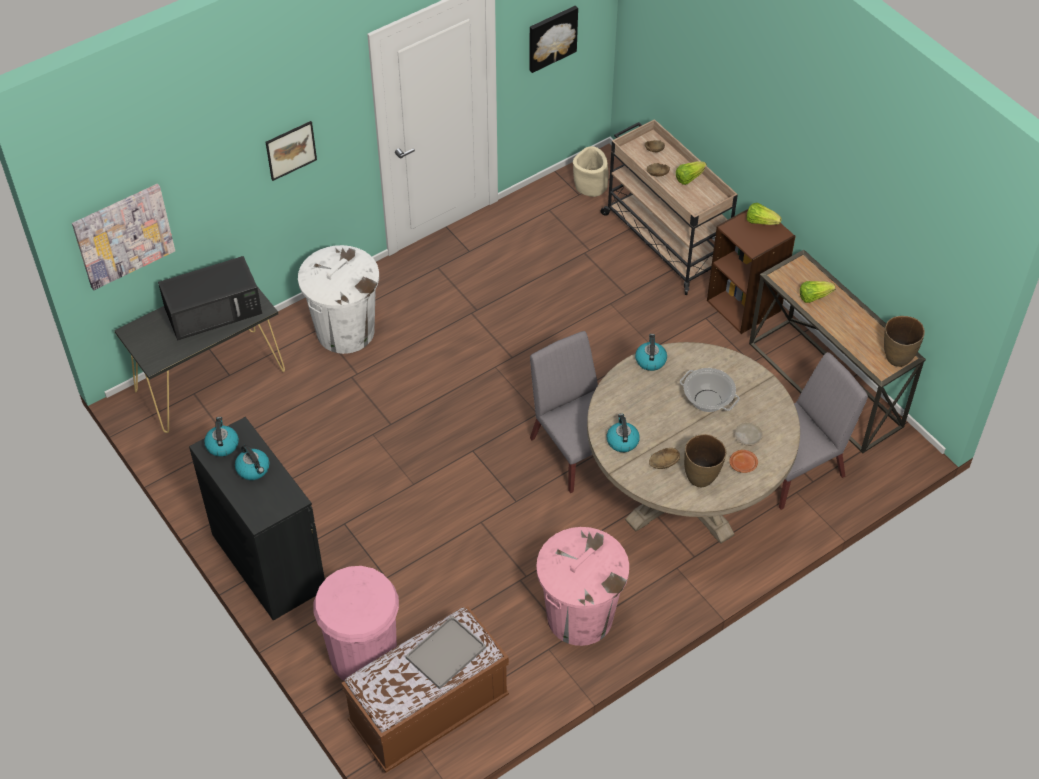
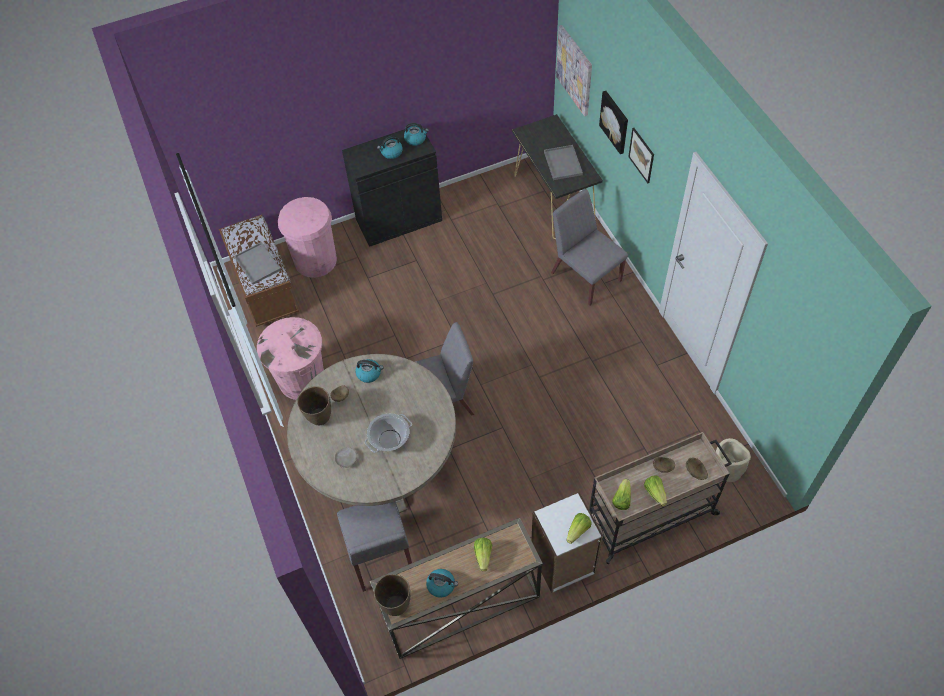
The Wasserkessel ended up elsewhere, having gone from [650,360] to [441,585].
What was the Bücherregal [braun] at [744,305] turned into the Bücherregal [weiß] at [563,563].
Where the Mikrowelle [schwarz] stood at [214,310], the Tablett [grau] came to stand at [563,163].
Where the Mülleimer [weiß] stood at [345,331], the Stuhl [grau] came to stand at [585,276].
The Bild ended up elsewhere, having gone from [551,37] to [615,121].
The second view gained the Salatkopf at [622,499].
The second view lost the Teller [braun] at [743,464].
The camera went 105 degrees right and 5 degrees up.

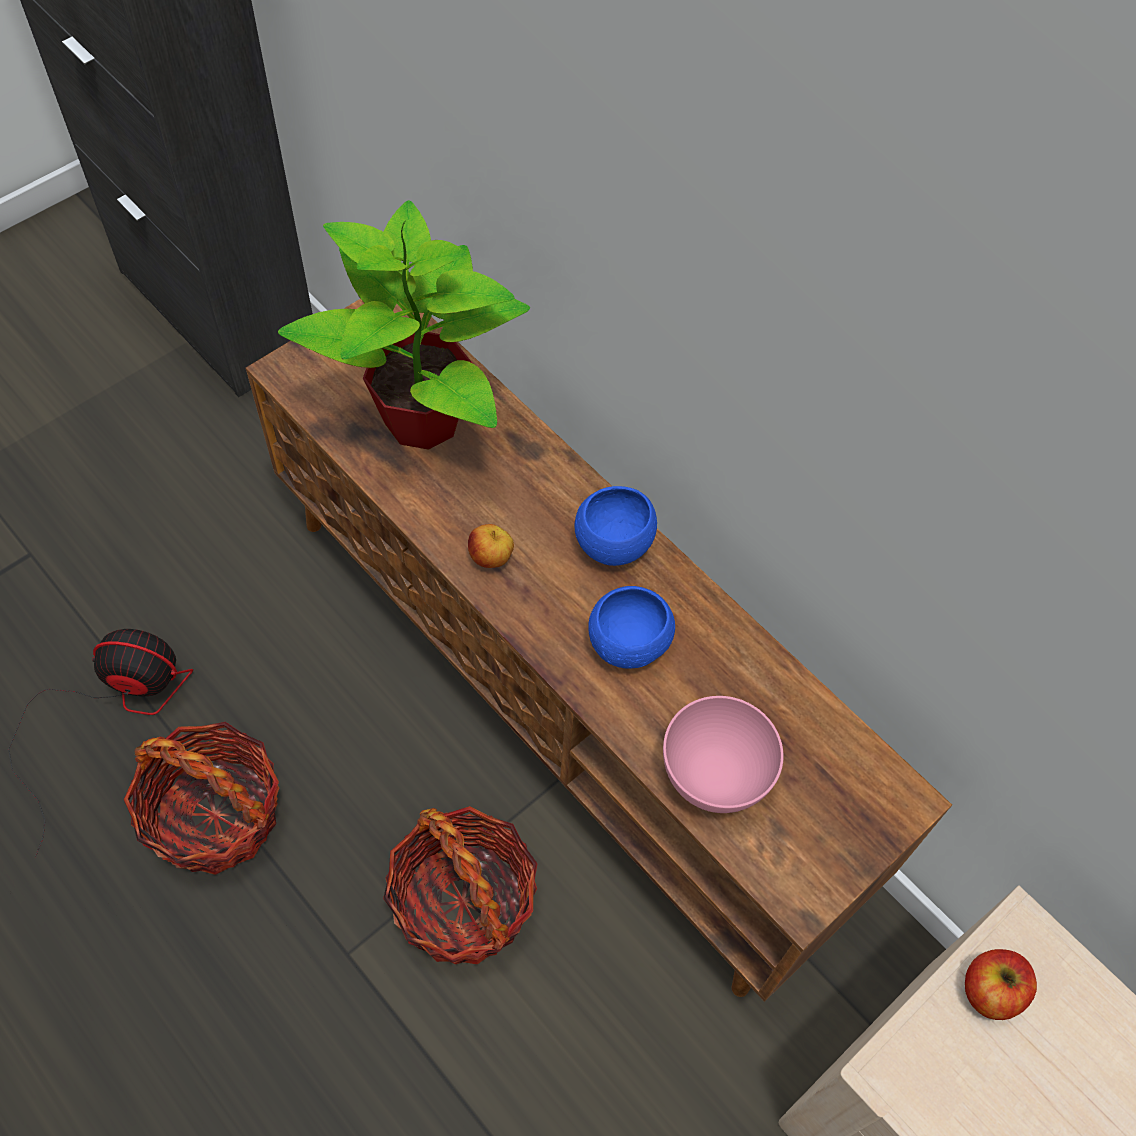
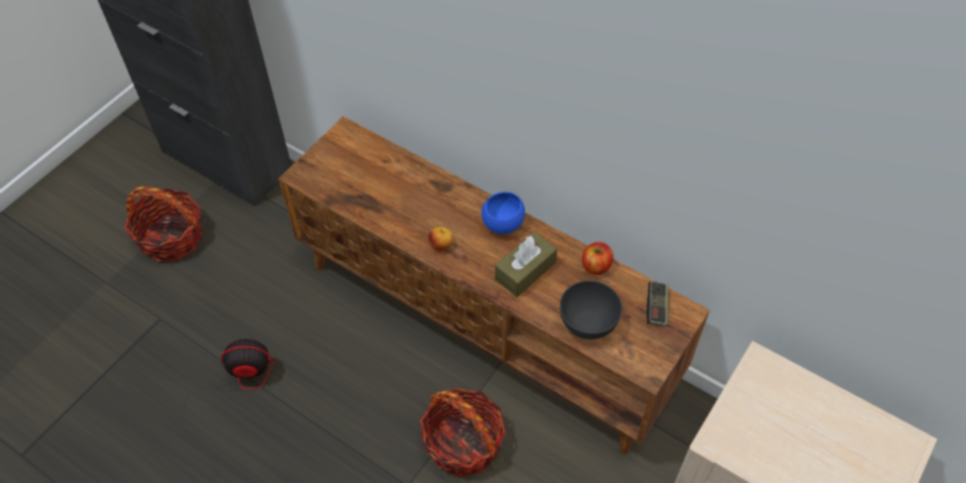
The Korb ended up elsewhere, having gone from [215,814] to [171,237].
Where the Schüssel [blau] stood at [628,643], the Taschentuchbox [braun] came to stand at [525,271].
What was the Schüssel [rosa] at [715,775] turned into the Schüssel [grau] at [588,324].
The Apfel ended up elsewhere, having gone from [990,990] to [595,266].
The second view gained the Gamepad at [656,308].
The second view lost the Topfpflanze at [425,419].
The camera went 10 degrees left and 5 degrees down.

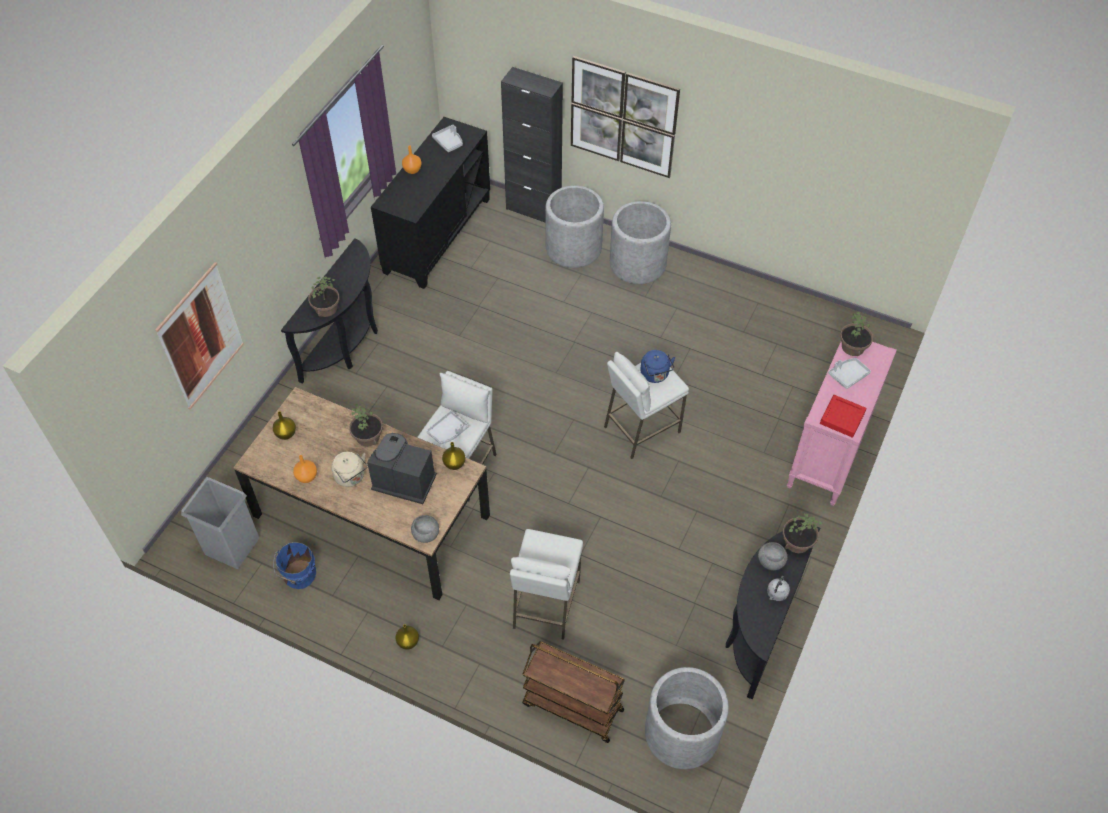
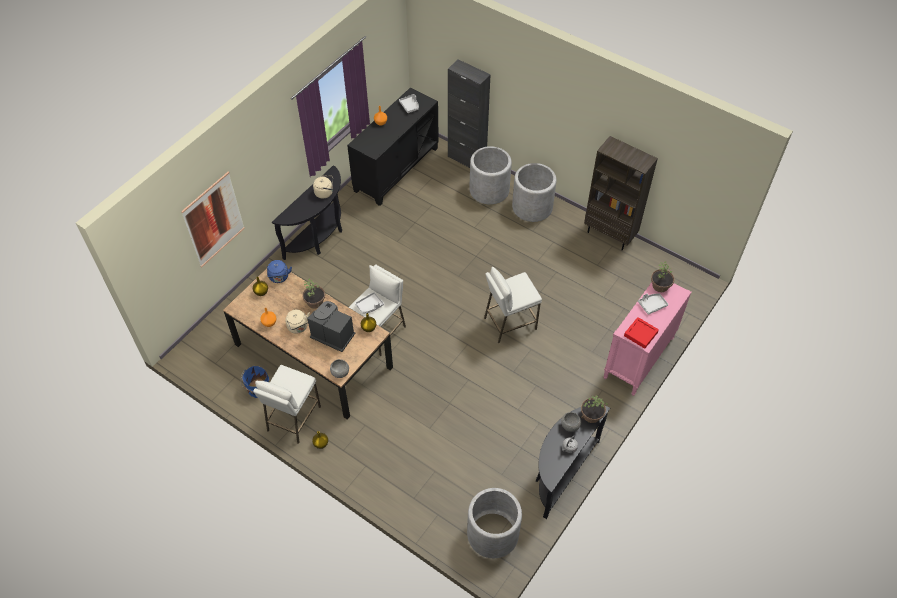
The Hocker [weiß] ended up elsewhere, having gone from [545,604] to [293,419].
The Wasserkessel [blau] ended up elsewhere, having gone from [655,375] to [279,278].
The second view gained the Wasserkessel [beige] at [325,192].
The second view gained the Bücherregal [braun] at [610,235].
The second view lost the Mülleimer [grau] at [232,545].
The second view lost the Topfpflanze at [326,308].
The second view lost the Rollwagen [braun] at [572,707].
The second view lost the Bild at [623,117].
The camera went 10 degrees right and 0 degrees up.

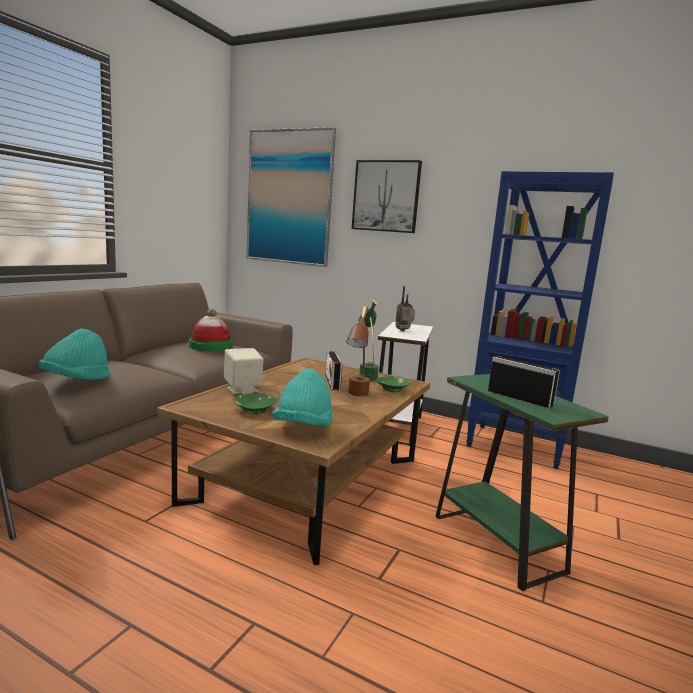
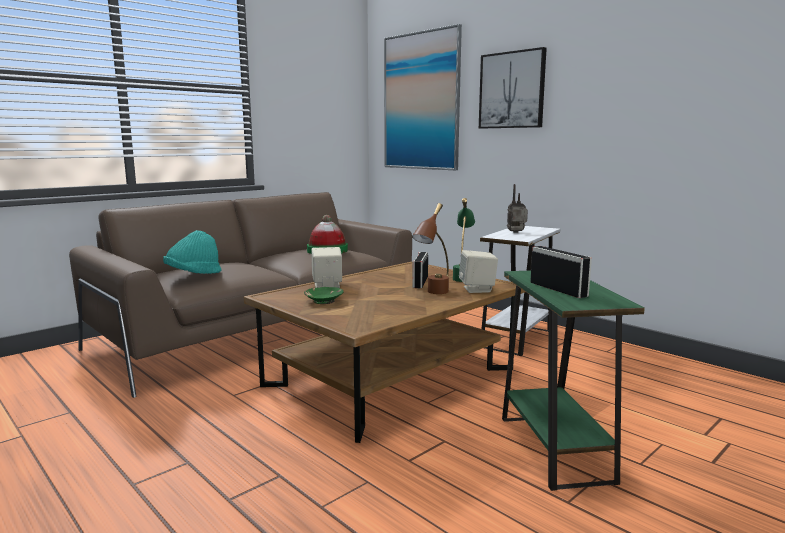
Where the Schüssel [grün] stood at [392,389], the Lautsprecher [beige] came to stand at [477,289].
The second view lost the Hut [türkis] at [303,427].
The second view lost the Bücherregal [blau] at [517,446].
The camera went 20 degrees right and 0 degrees up.

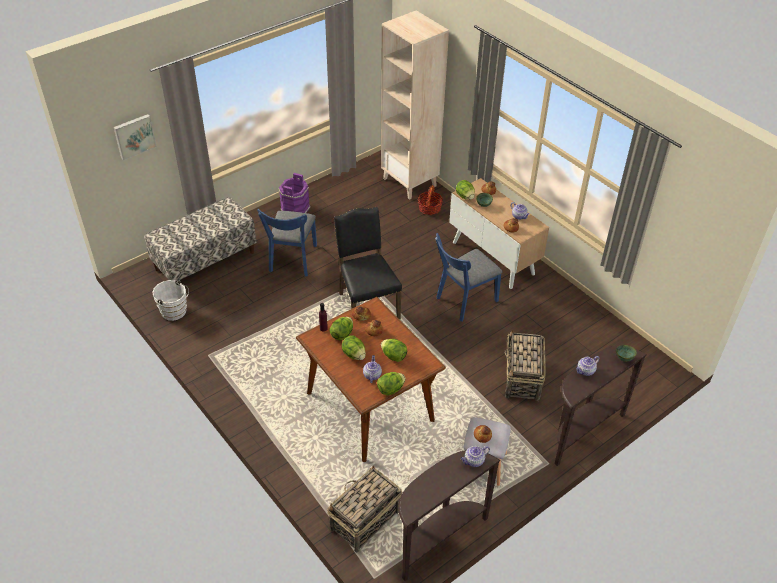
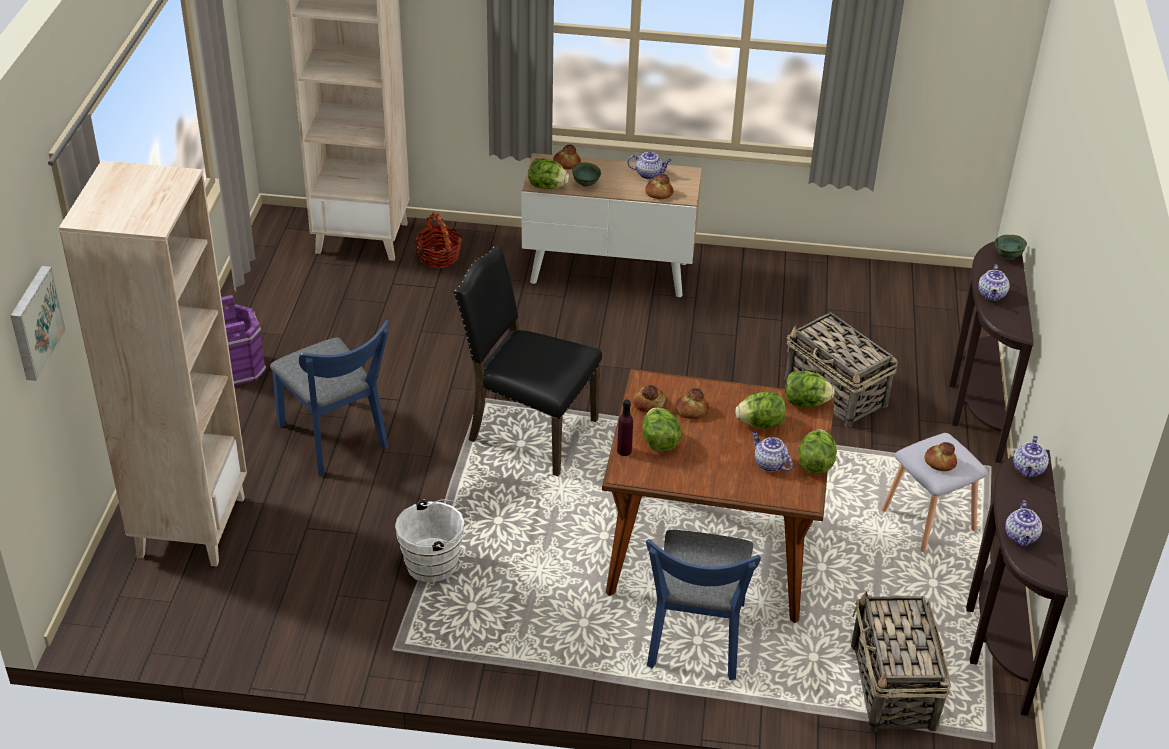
Where the Bank stood at [205,260], the Bücherregal [beige] came to stand at [191,526].
The Eimer [weiß] ended up elsewhere, having gone from [175,312] to [436,564].
The Stuhl [blau] ended up elsewhere, having gone from [463,301] to [695,642].
The Salatkopf ended up elsewhere, having gone from [354,354] to [805,402].
The second view gained the Teekanne at [1021,537].
The camera went 45 degrees left and 5 degrees down.

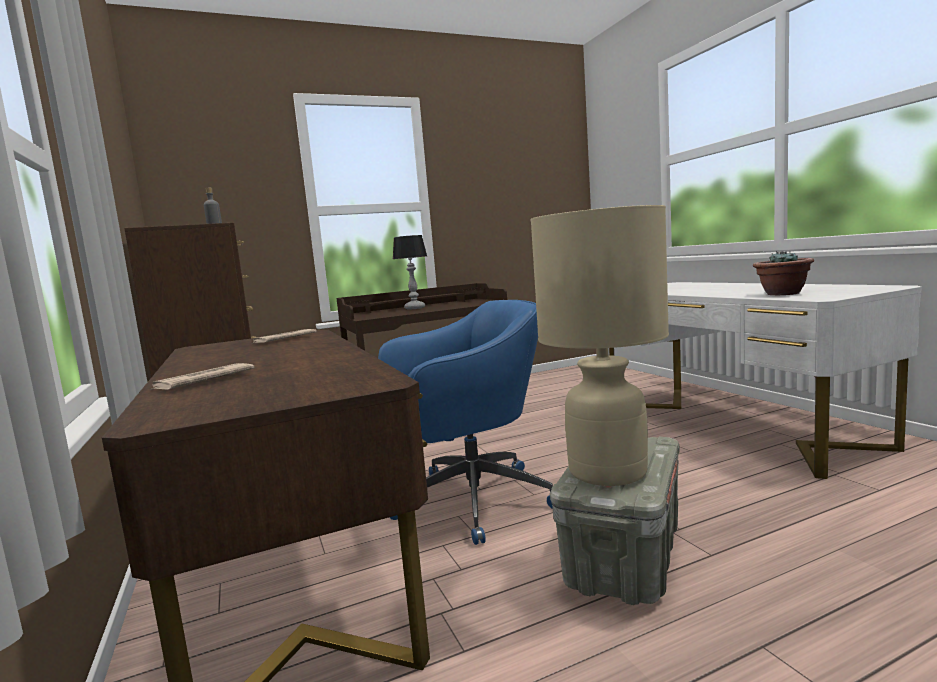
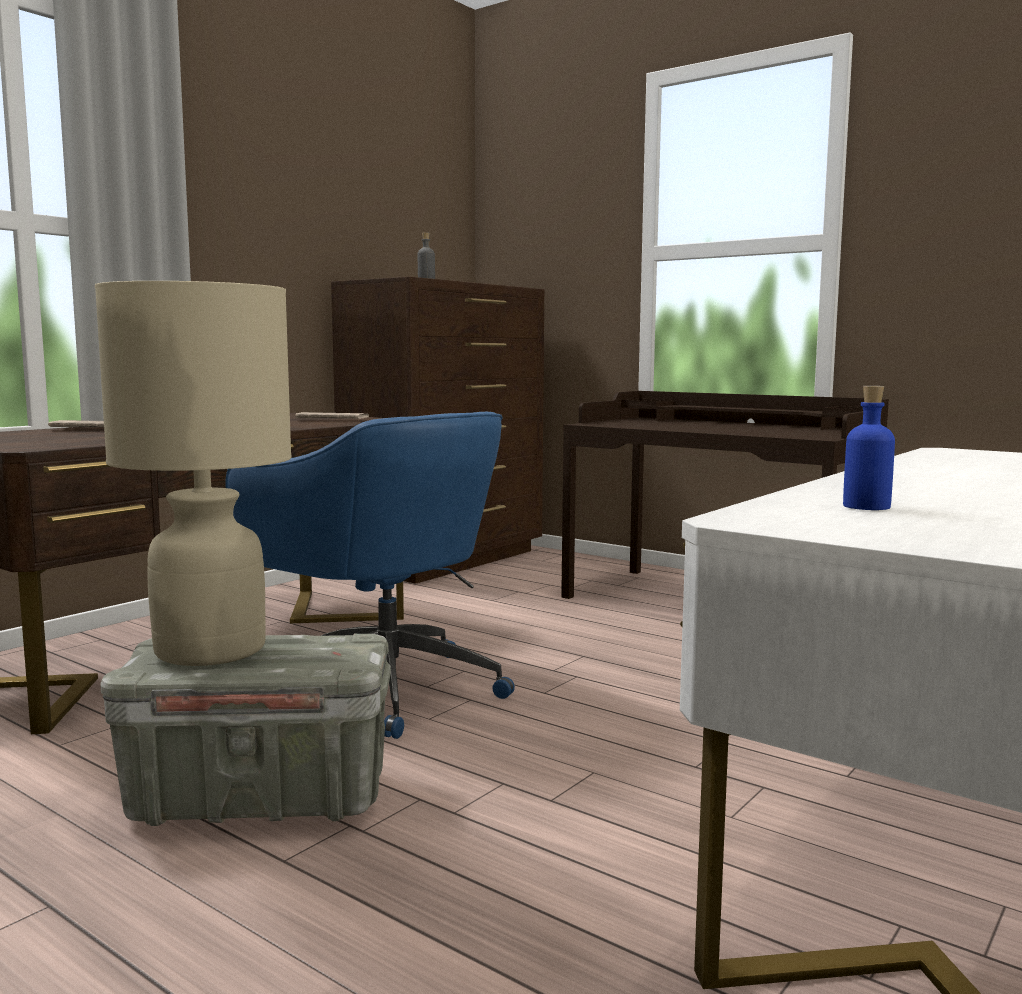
Where the Topfpflanze stood at [782,294], the Flasche [blau] came to stand at [866,506].
The second view lost the Tischlampe at [415,308].
The camera went 60 degrees right and 0 degrees up.

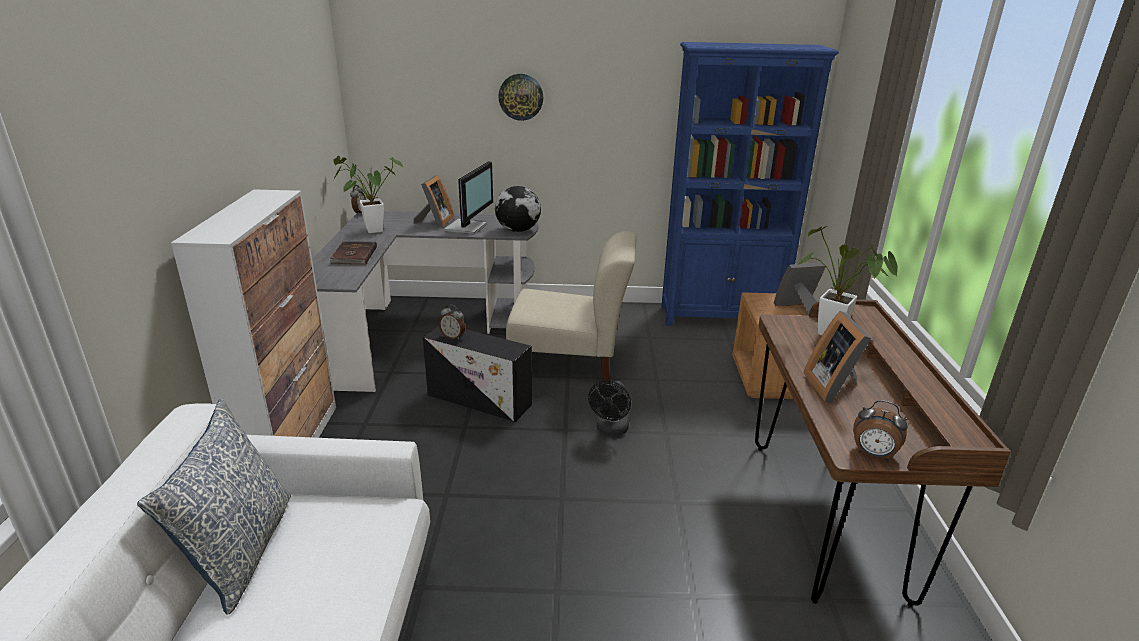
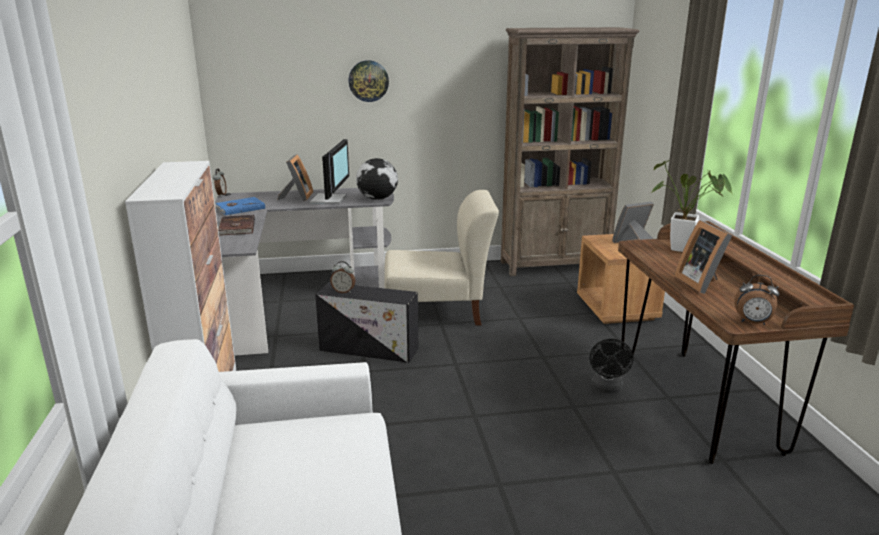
Where the Topfpflanze stood at [369,231], the Buch [blau] came to stand at [240,208].
What was the Bücherregal [blau] at [721,316] turned into the Bücherregal [braun] at [555,265].
The Ventilator [schwarz] ended up elsewhere, having gone from [610,430] to [607,389].
The second view lost the Kissen at [240,551].
The camera went 10 degrees left and 5 degrees down.

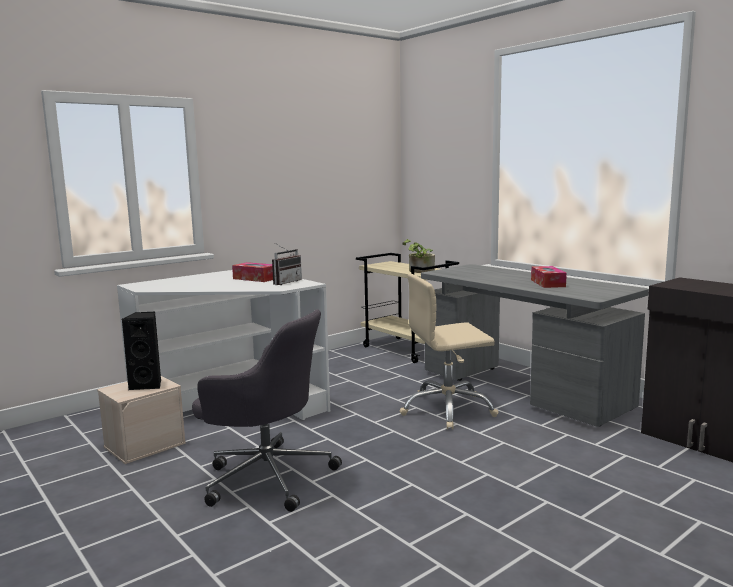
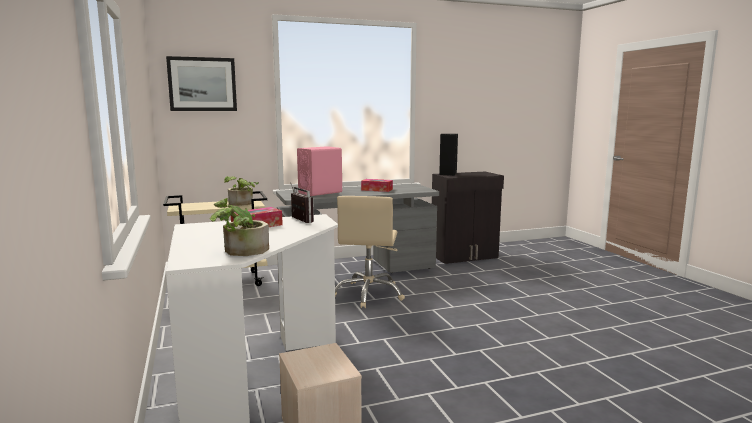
The second view gained the Bild at [202,84].
The second view gained the Topfpflanze at [241,251].
The second view gained the Lautsprecher [rosa] at [320,192].
The Lautsprecher [schwarz] ended up elsewhere, having gone from [148,385] to [448,174].
The second view lost the Bürostuhl [grau] at [266,476].
The camera went 70 degrees left and 0 degrees up.

